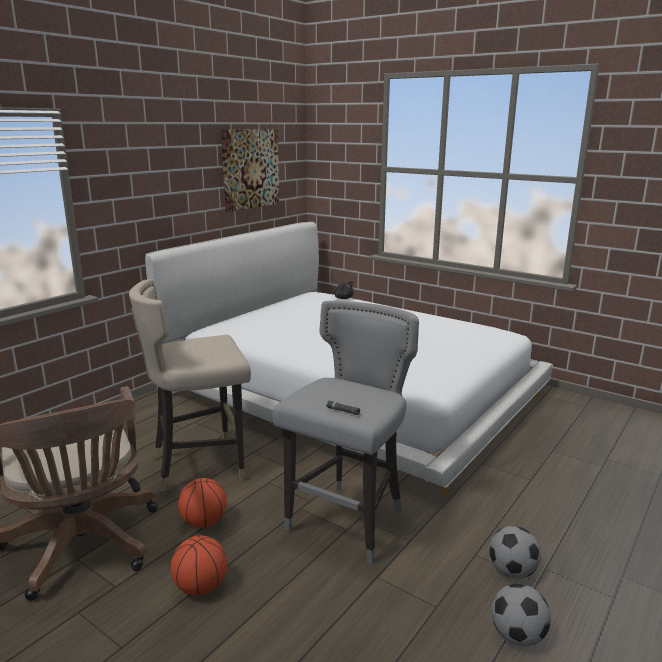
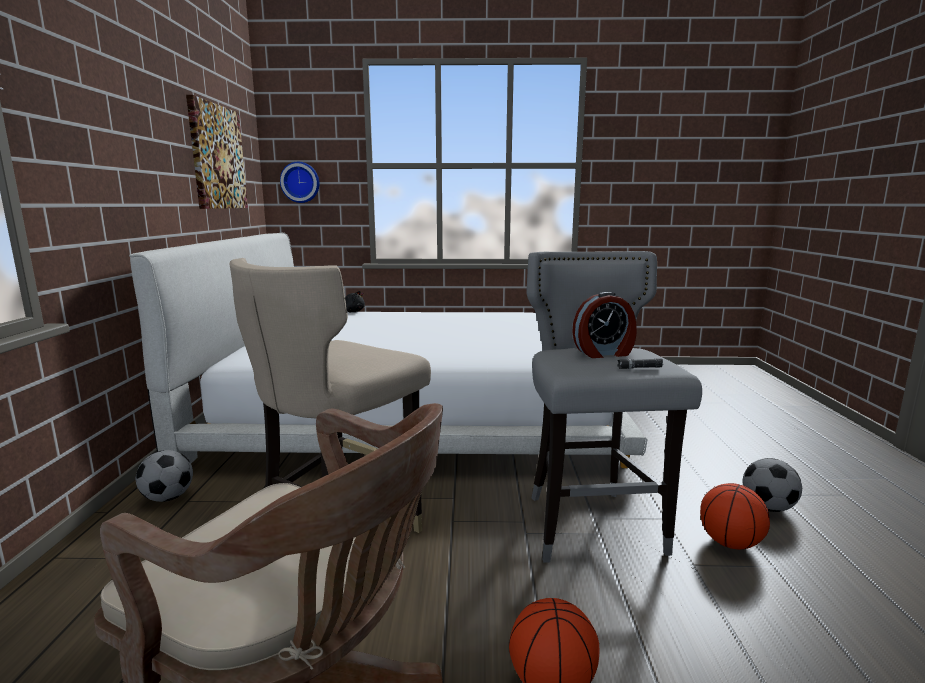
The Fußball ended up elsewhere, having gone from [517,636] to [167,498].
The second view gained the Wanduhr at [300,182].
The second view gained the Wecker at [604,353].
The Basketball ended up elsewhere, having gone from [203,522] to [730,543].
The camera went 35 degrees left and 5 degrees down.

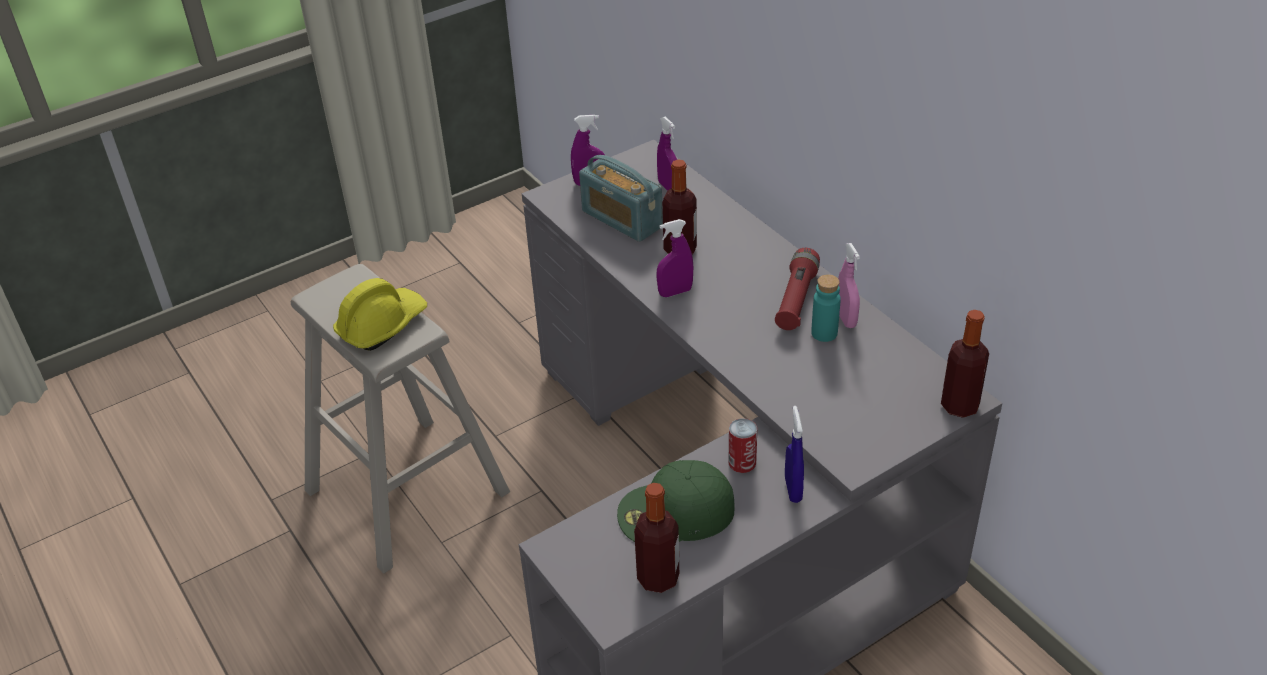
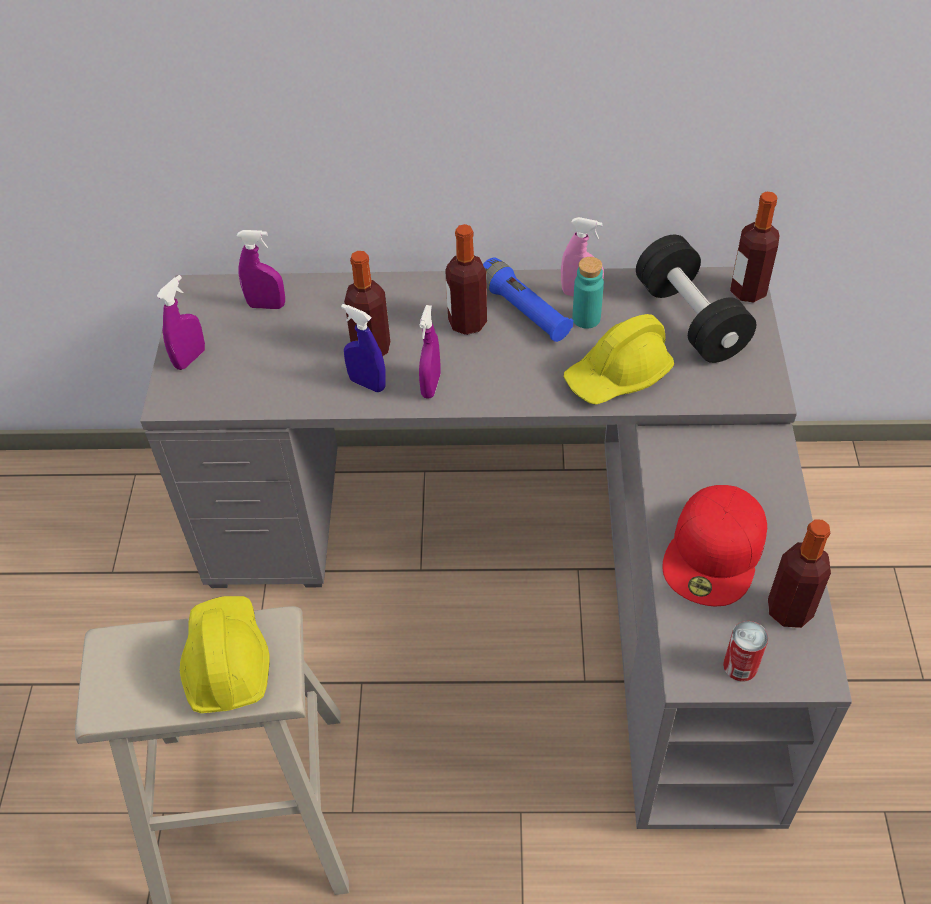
The Sprühflasche [blau] ended up elsewhere, having gone from [793,489] to [367,384].
The second view gained the Flasche at [467,322].
What was the Taschenlampe [rot] at [796,299] turned into the Taschenlampe [blau] at [524,311].
The second view gained the Schutzhelm [gelb] at [618,376].
The second view gained the Hantel [schwarz] at [690,319].
What was the Kappe [grün] at [675,513] turned into the Kappe [rot] at [715,553].
The Dose ended up elsewhere, having gone from [742,462] to [740,666].
The second view lost the Radio at [621,219].
The camera went 55 degrees left and 10 degrees up.

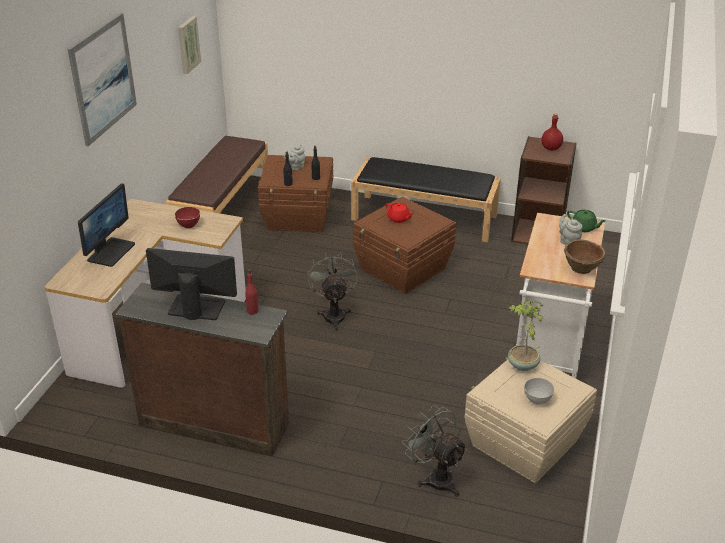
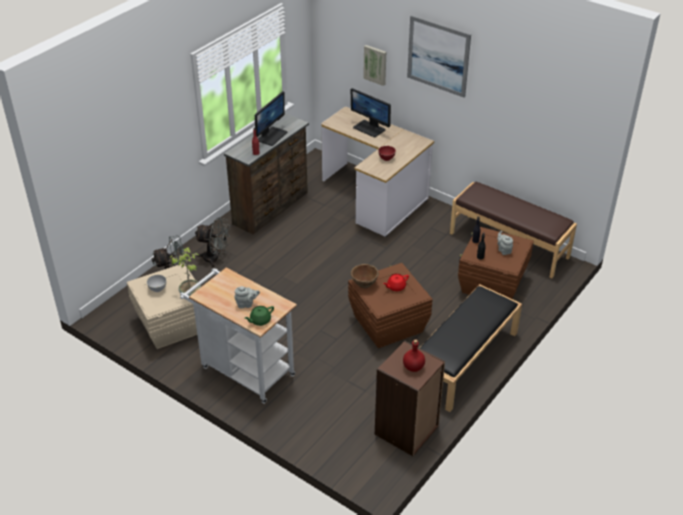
The Ventilator [grau] ended up elsewhere, having gone from [334,314] to [215,258].
The Schüssel [braun] ended up elsewhere, having gone from [582,269] to [364,284].
The Bild ended up elsewhere, having gone from [187,44] to [375,64].
The camera went 110 degrees right and 5 degrees up.

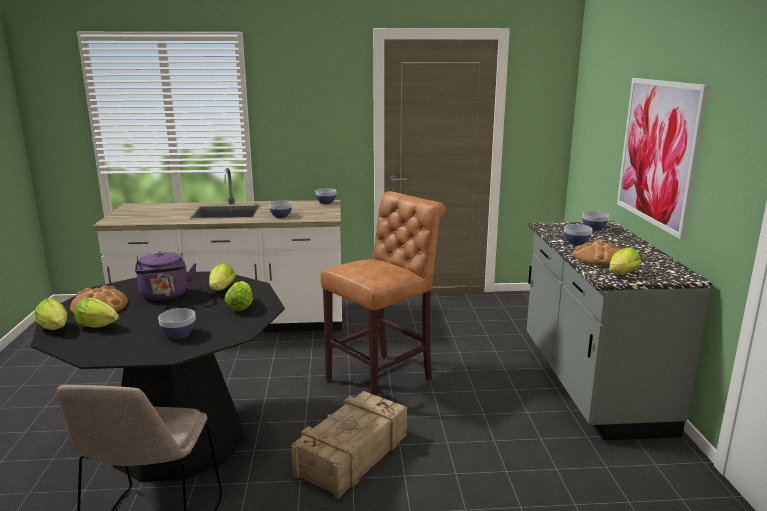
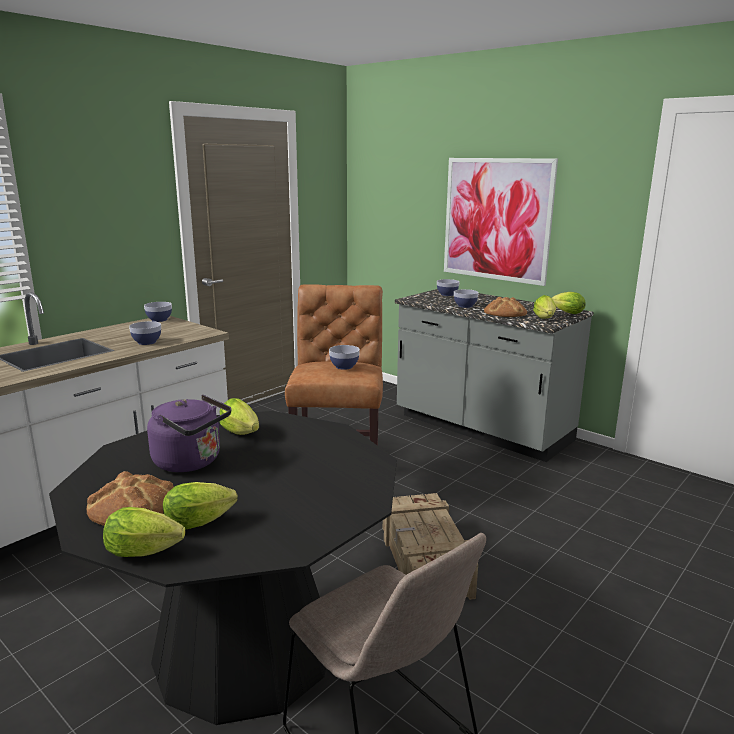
The Schüssel ended up elsewhere, having gone from [179,334] to [344,366].
The Salatkopf ended up elsewhere, having gone from [241,306] to [565,312].
The camera went 45 degrees left and 0 degrees up.

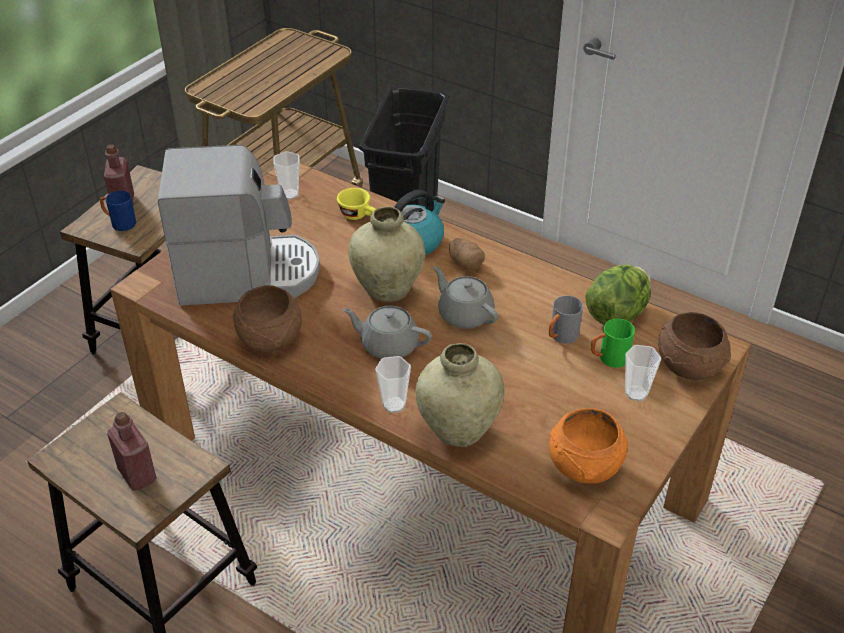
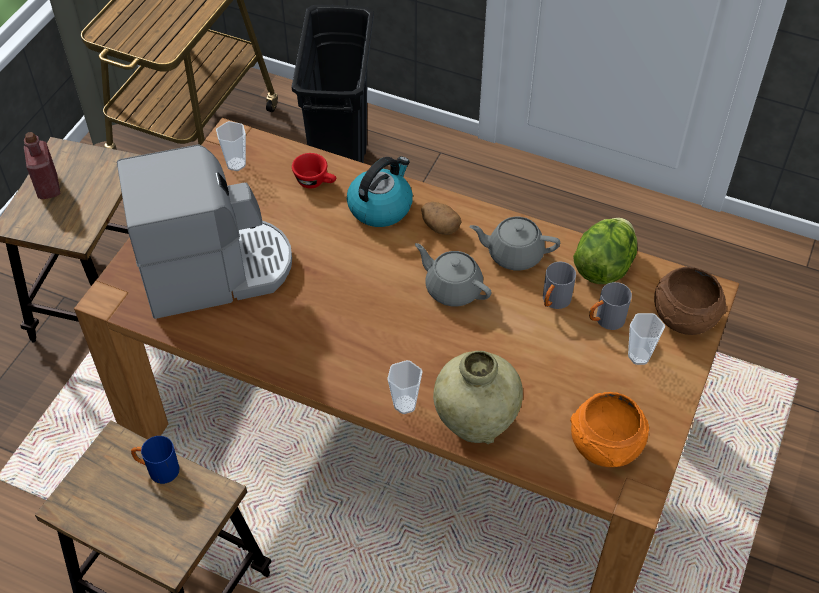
The Henkelbecher [blau] ended up elsewhere, having gone from [119,223] to [158,470].
What was the Tasse [gelb] at [358,215] turned into the Tasse [rot] at [316,182].
The Teekanne [grau] ended up elsewhere, having gone from [388,345] to [514,254].
What was the Henkelbecher [grün] at [608,359] turned into the Henkelbecher [grau] at [605,321].
The second view lost the Flasche [rot] at [137,475].
The second view lost the Schüssel [braun] at [270,338].
The second view lost the Vase [beige] at [387,290].
The camera went 10 degrees left and 10 degrees up.

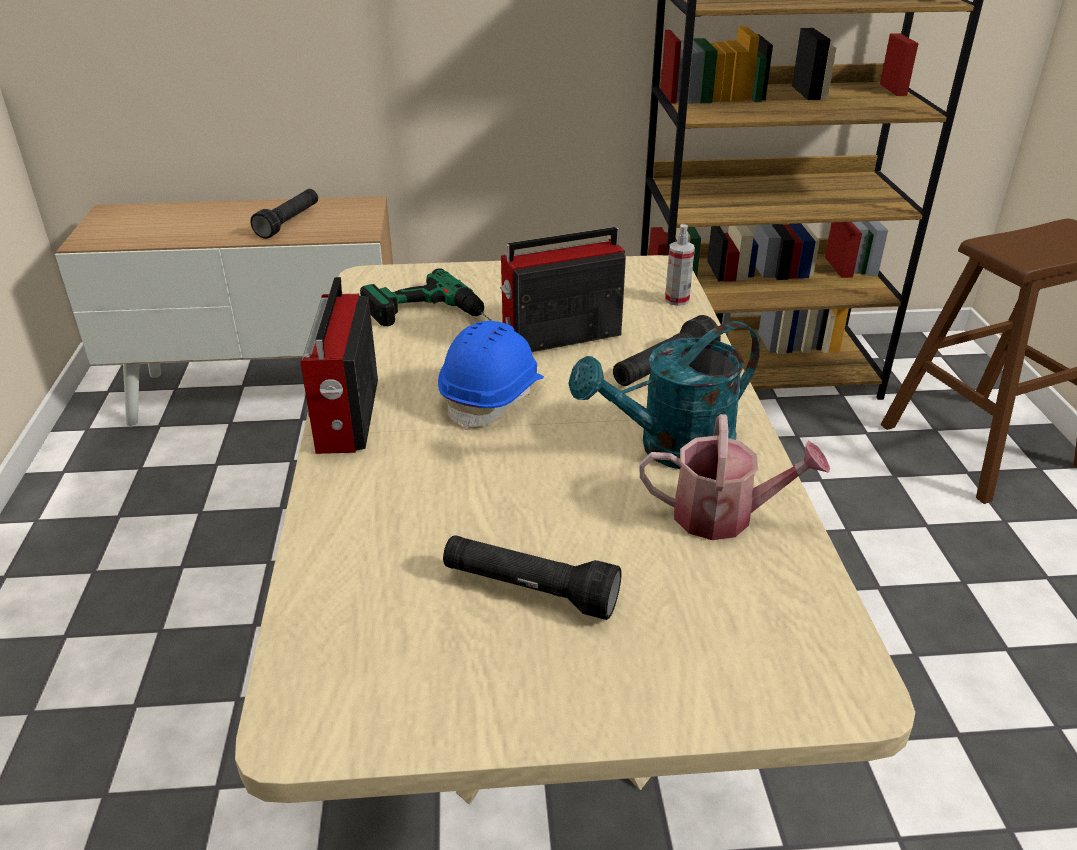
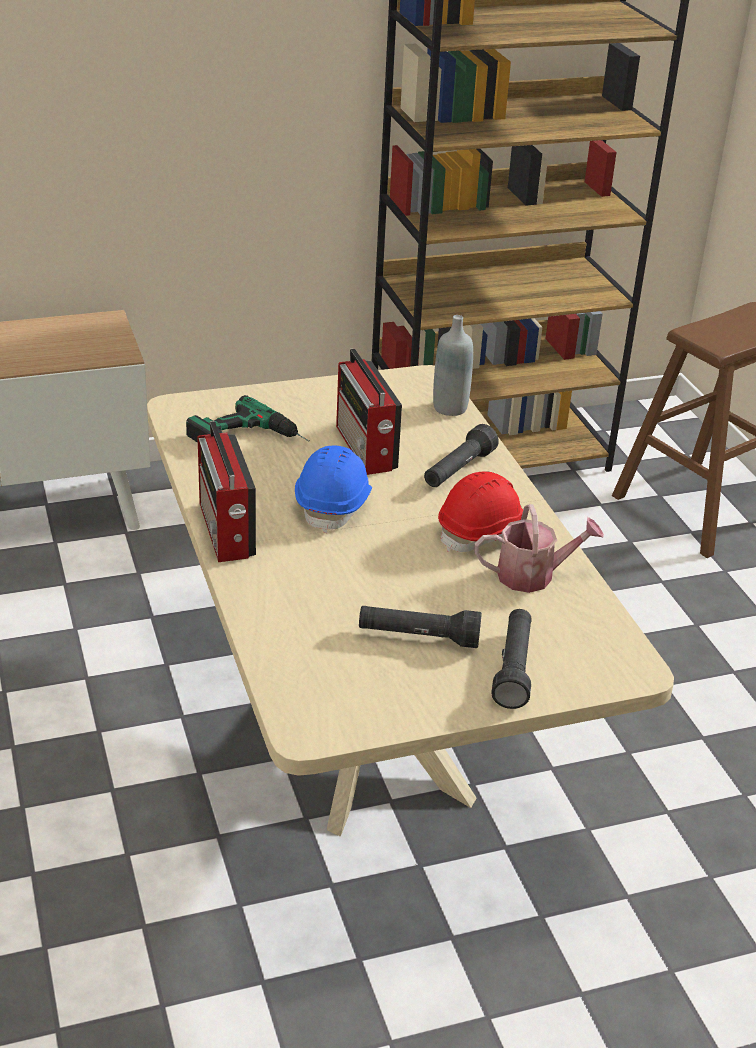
The Radio at [559,336] ended up facing another way, 75 degrees counterclockwise from before.
Where the Sprühflasche stood at [677,300], the Flasche [grau] came to stand at [450,408].
Where the Gießkanne [türkis] stood at [671,449], the Schutzhelm [rot] came to stand at [483,532].
The Taschenlampe [schwarz] ended up elsewhere, having gone from [289,222] to [513,668].
The camera went 15 degrees left and 0 degrees up.

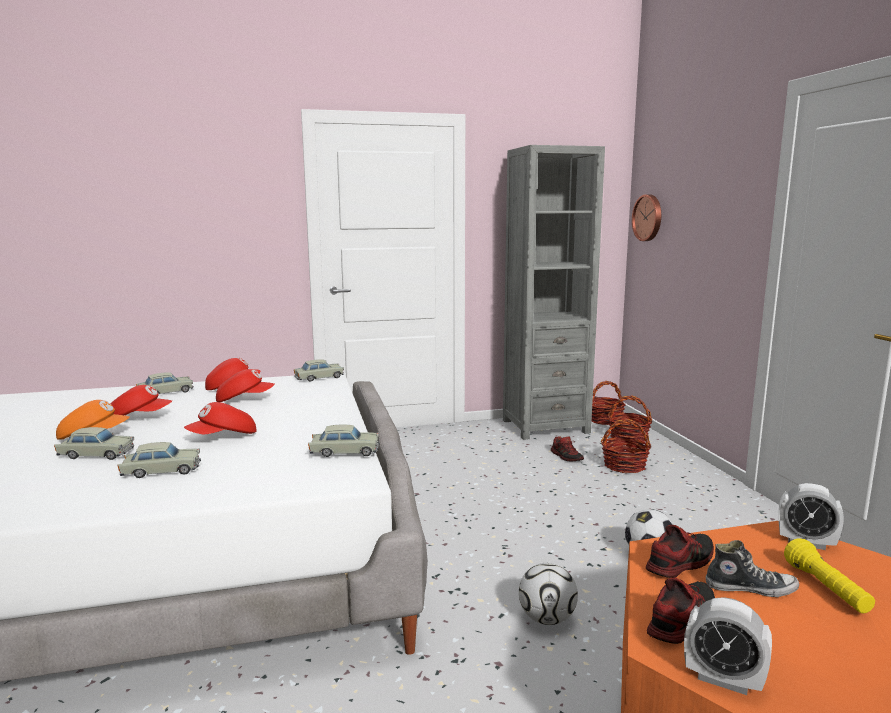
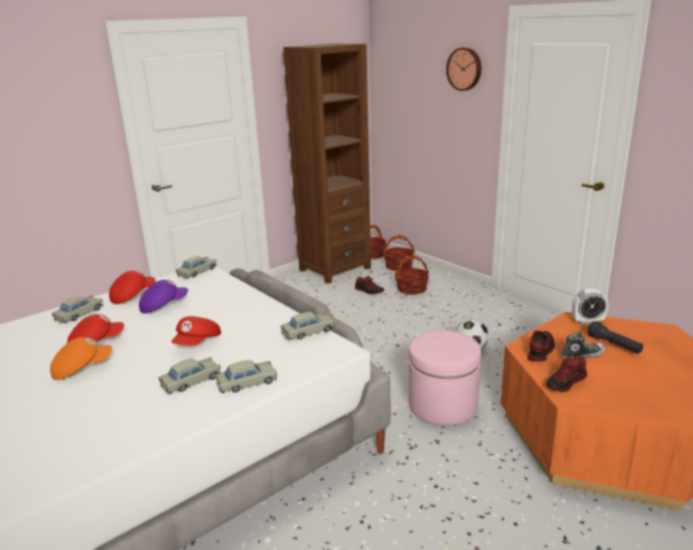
What was the Kappe [rot] at [244,399] turned into the Kappe [lila] at [163,306].
The Spielzeugauto [beige] ended up elsewhere, having gone from [96,454] to [247,383].
What was the Bücherregal [grau] at [545,426] turned into the Bücherregal [braun] at [335,269].
Where the Fußball stood at [547,618], the Polsterhocker [rosa] came to stand at [443,405].
The Wanduhr ended up elsewhere, having gone from [648,218] to [465,69].
The Schuh at [681,620] ended up facing another way, 150 degrees counterclockwise from before.
What was the Taschenlampe [gelb] at [826,589] turned into the Taschenlampe [schwarz] at [614,345].
The second view lost the Wecker at [723,679].
The camera went 25 degrees left and 10 degrees up.

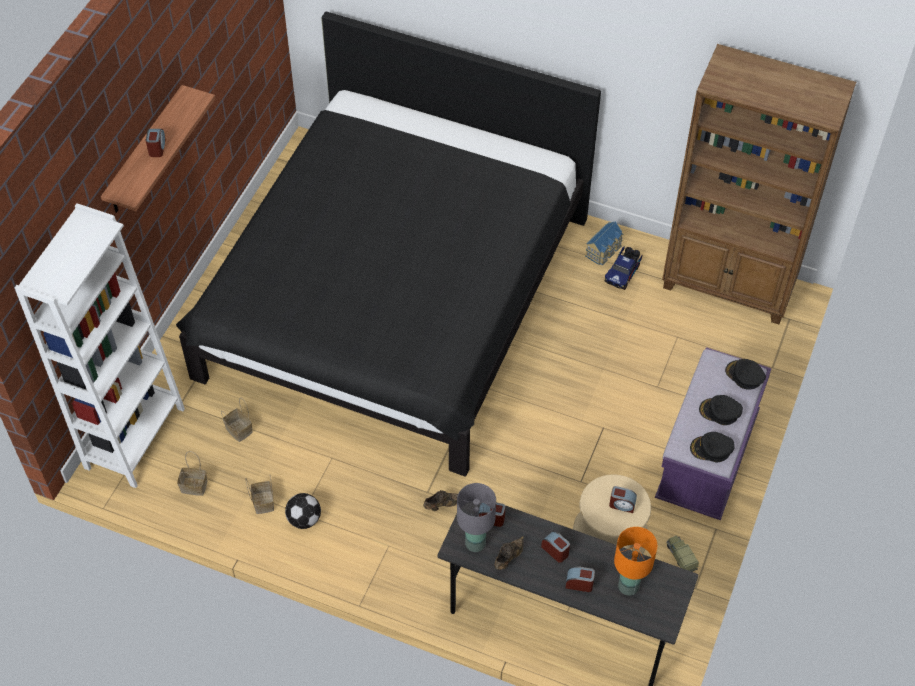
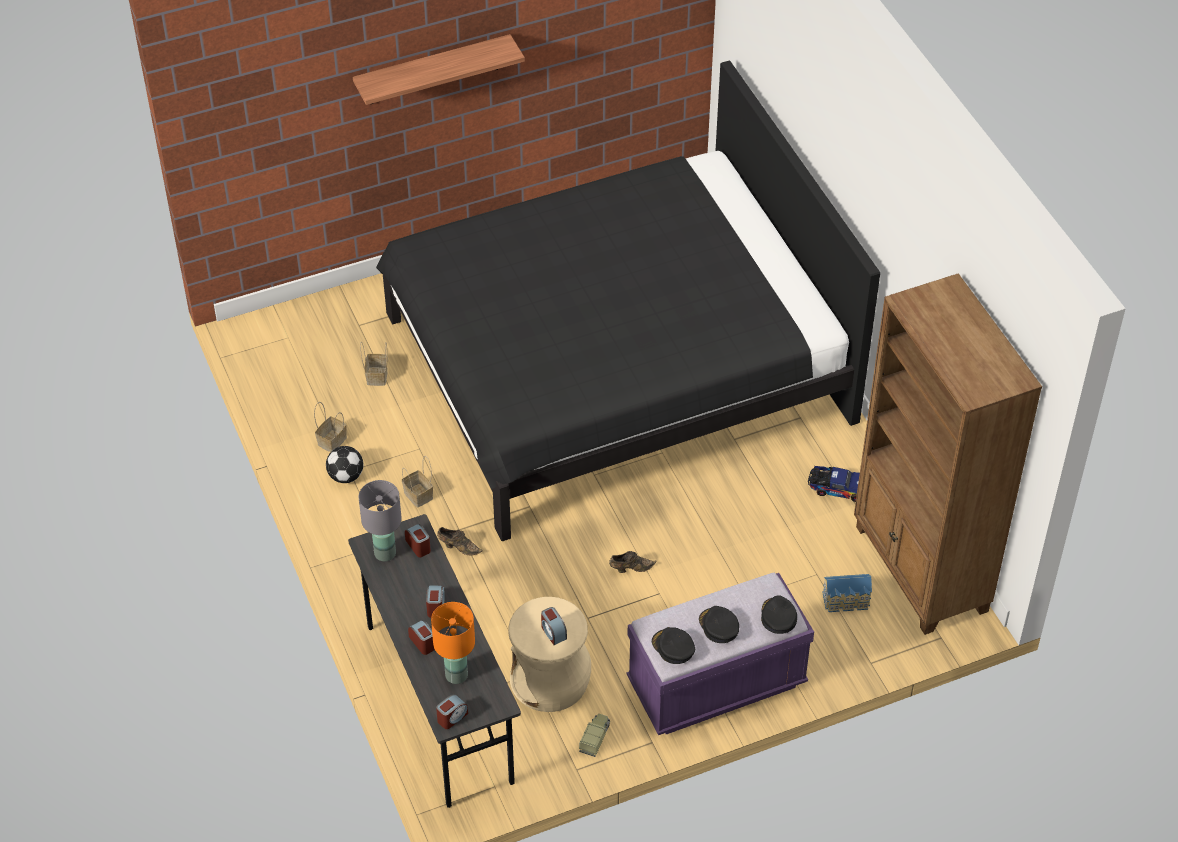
The Korb ended up elsewhere, having gone from [195,486] to [419,495].
The Wecker ended up elsewhere, having gone from [157,148] to [452,717].
The Schuh [braun] ended up elsewhere, having gone from [508,558] to [630,568].
The Spielzeuglaster at [623,272] ended up facing another way, 150 degrees counterclockwise from before.
The Spielzeughaus ended up elsewhere, having gone from [604,251] to [846,601].
The second view lost the Bücherregal [weiß] at [135,438].
The camera went 45 degrees right and 5 degrees down.

